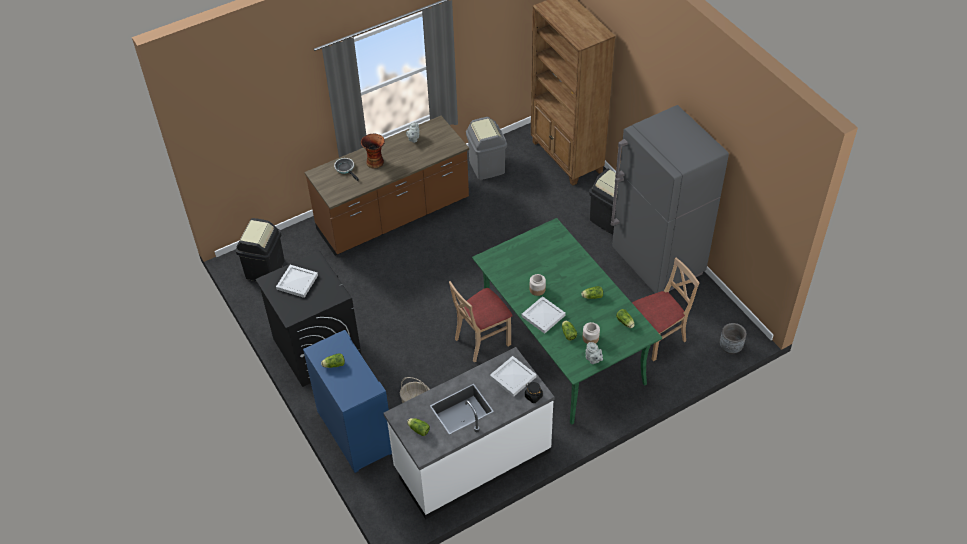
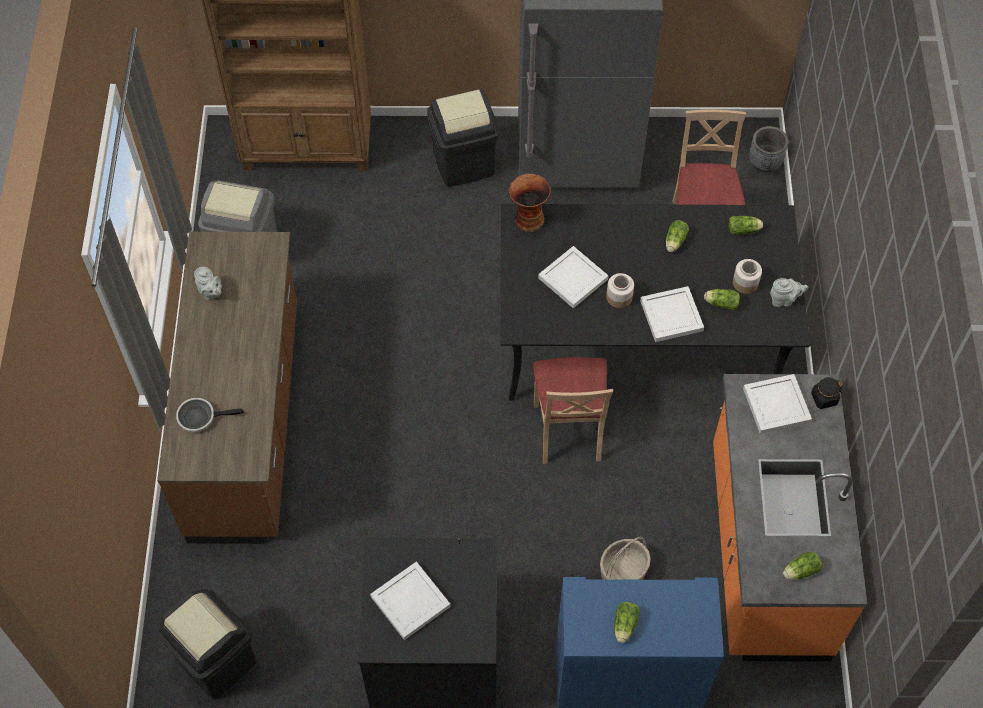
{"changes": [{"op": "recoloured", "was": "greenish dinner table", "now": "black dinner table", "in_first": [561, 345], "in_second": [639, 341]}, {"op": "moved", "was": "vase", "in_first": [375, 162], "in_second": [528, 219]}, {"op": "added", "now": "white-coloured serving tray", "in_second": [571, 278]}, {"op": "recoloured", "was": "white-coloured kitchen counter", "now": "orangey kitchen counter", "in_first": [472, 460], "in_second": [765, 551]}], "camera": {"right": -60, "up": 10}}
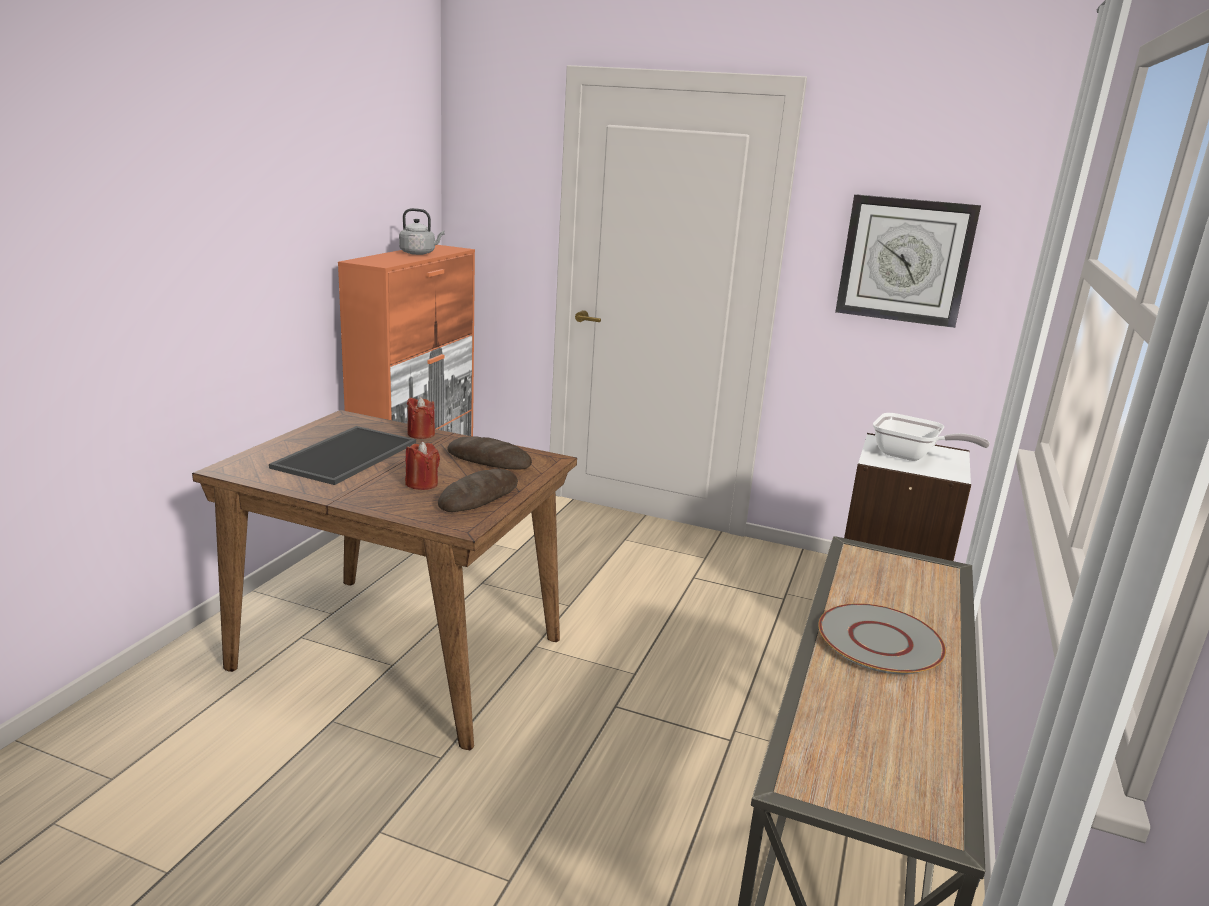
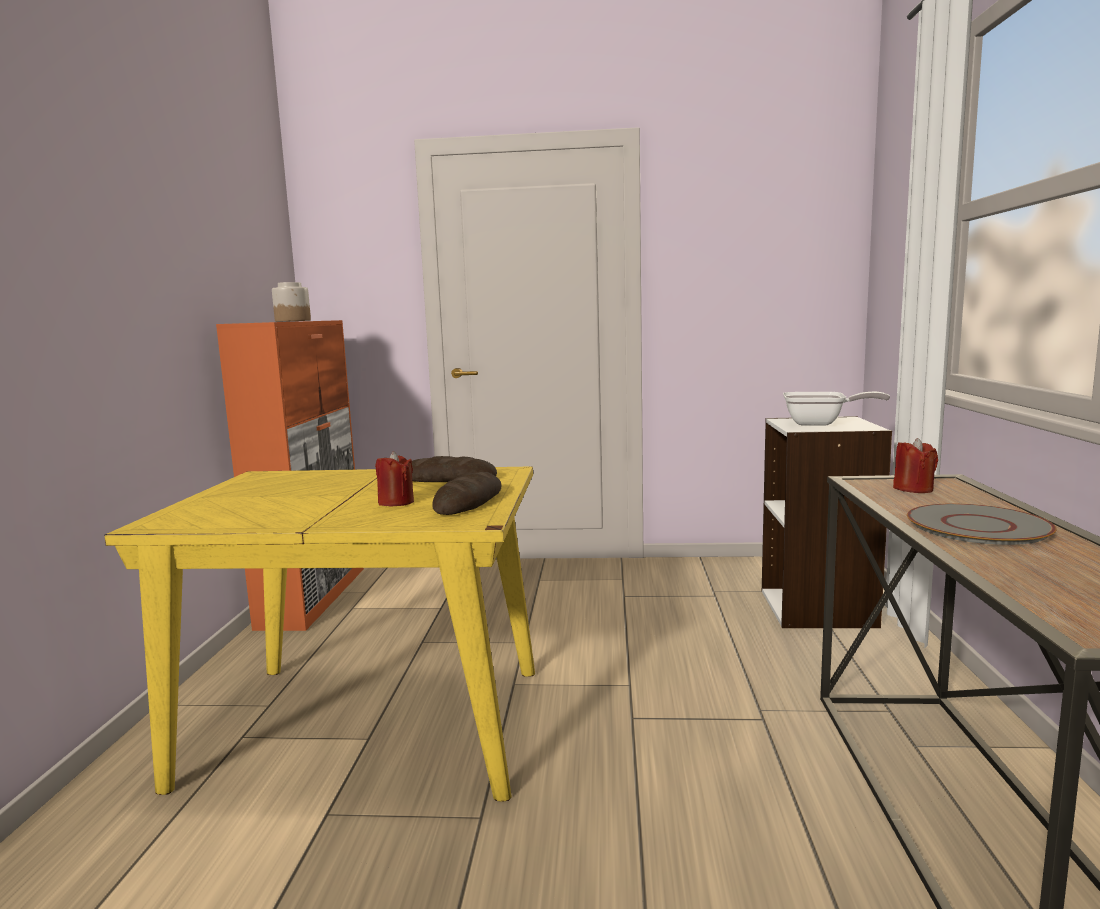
{"changes": [{"op": "recoloured", "was": "brownish dinner table", "now": "yellow-coloured dinner table", "in_first": [402, 653], "in_second": [373, 725]}, {"op": "replaced", "was": "greyish tea kettle", "now": "storage jar", "in_first": [419, 253], "in_second": [293, 321]}, {"op": "moved", "was": "red-coloured wax light", "in_first": [421, 434], "in_second": [913, 489]}, {"op": "removed", "was": "serving tray", "in_first": [345, 454]}, {"op": "removed", "was": "hanging clock", "in_first": [905, 260]}], "camera": {"right": -15, "up": -10}}
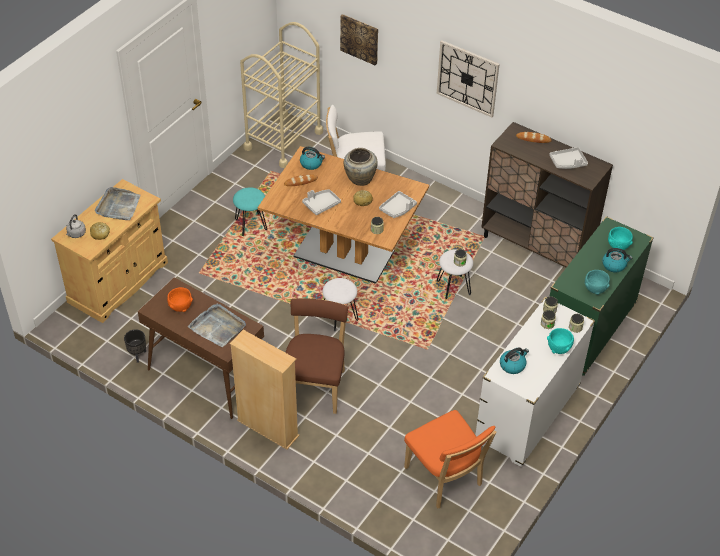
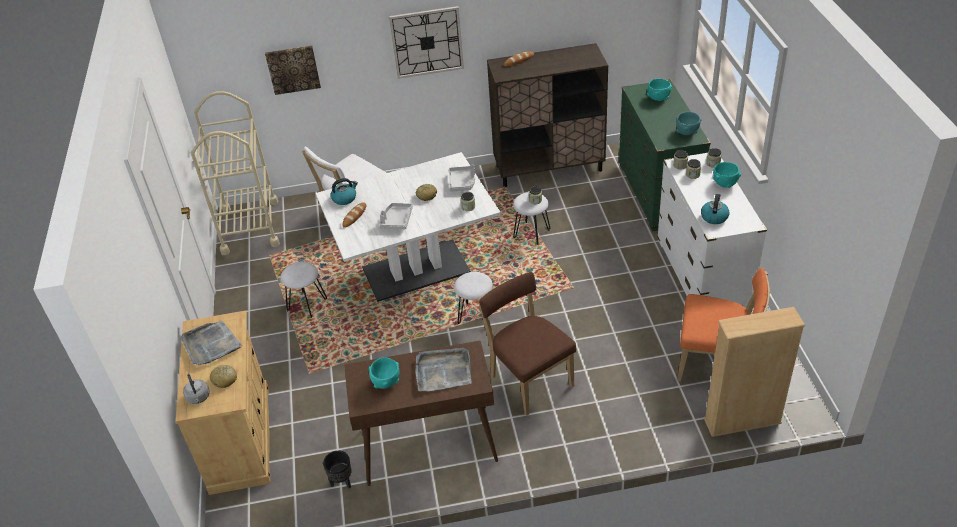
{"changes": [{"op": "recoloured", "was": "turquoise stool seat", "now": "white-coloured stool seat", "in_first": [251, 225], "in_second": [307, 305]}, {"op": "recoloured", "was": "brownish dinner table", "now": "white-coloured dinner table", "in_first": [344, 254], "in_second": [416, 271]}, {"op": "recoloured", "was": "orangey serving bowl", "now": "turquoise serving bowl", "in_first": [180, 307], "in_second": [386, 382]}, {"op": "moved", "was": "beige-coloured bookshelf", "in_first": [268, 428], "in_second": [742, 421]}, {"op": "removed", "was": "beige-coloured vase", "in_first": [359, 179]}, {"op": "removed", "was": "greyish serving tray", "in_first": [568, 162]}, {"op": "removed", "was": "tea kettle", "in_first": [614, 265]}], "camera": {"right": -40, "up": -5}}
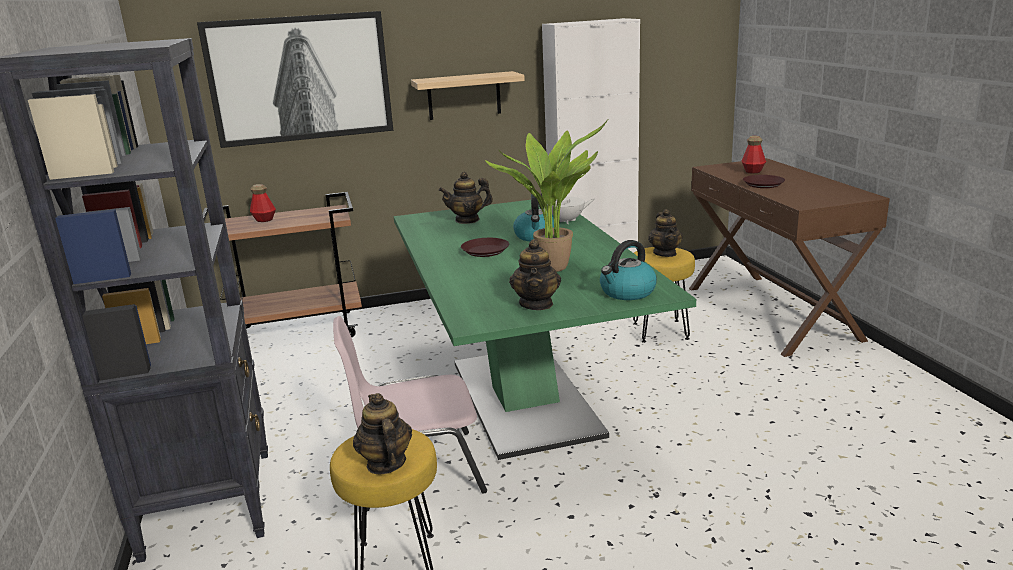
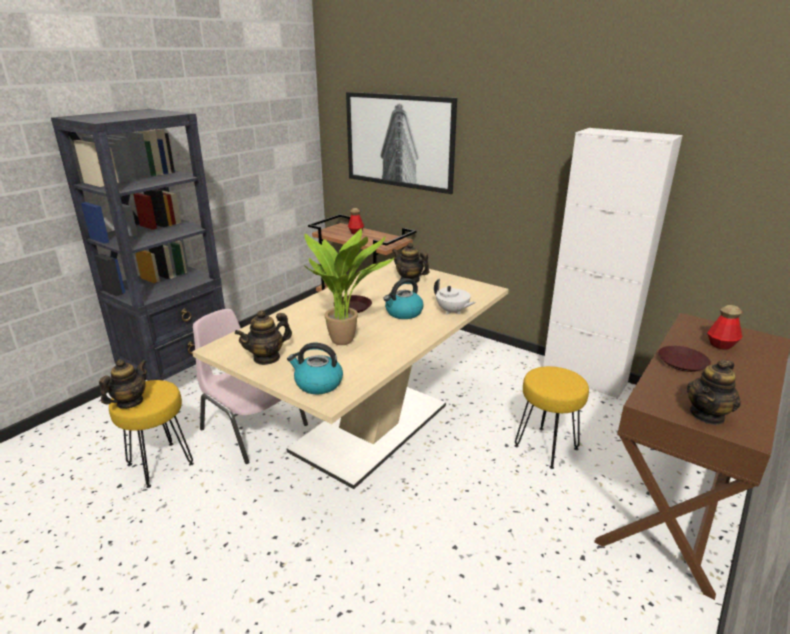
{"changes": [{"op": "recoloured", "was": "greenish dinner table", "now": "beige-coloured dinner table", "in_first": [524, 398], "in_second": [371, 427]}, {"op": "moved", "was": "tea pot", "in_first": [665, 253], "in_second": [707, 415]}, {"op": "removed", "was": "bracket shelf", "in_first": [464, 96]}], "camera": {"right": 50, "up": 5}}
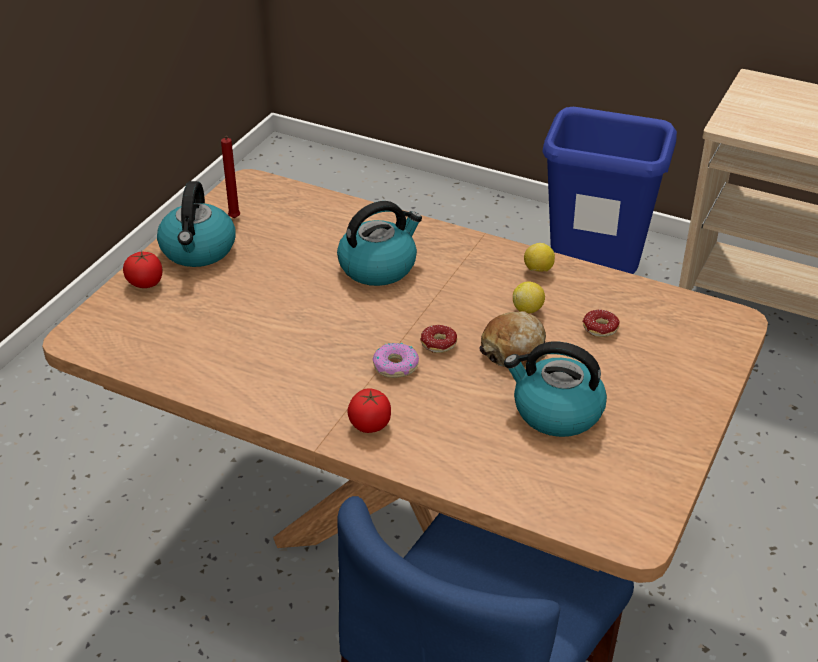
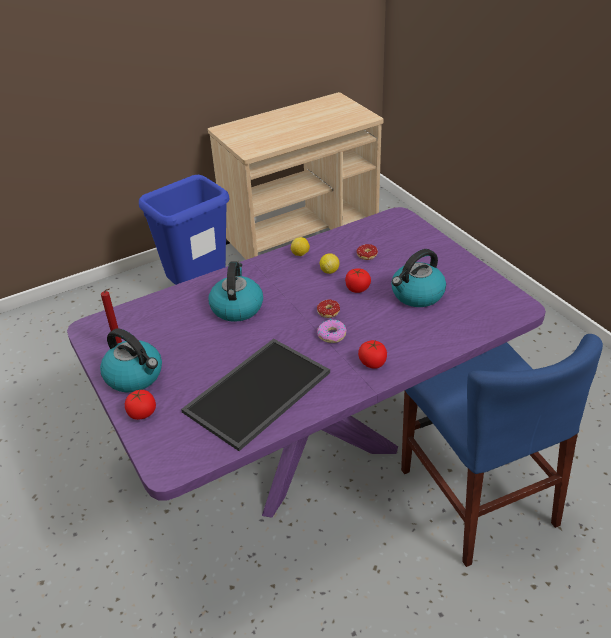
{"changes": [{"op": "recoloured", "was": "brownish dinner table", "now": "purple-coloured dinner table", "in_first": [409, 534], "in_second": [311, 451]}, {"op": "added", "now": "serving tray", "in_second": [258, 394]}, {"op": "replaced", "was": "bread", "now": "fresh tomato", "in_first": [514, 350], "in_second": [357, 289]}], "camera": {"right": -55, "up": 0}}
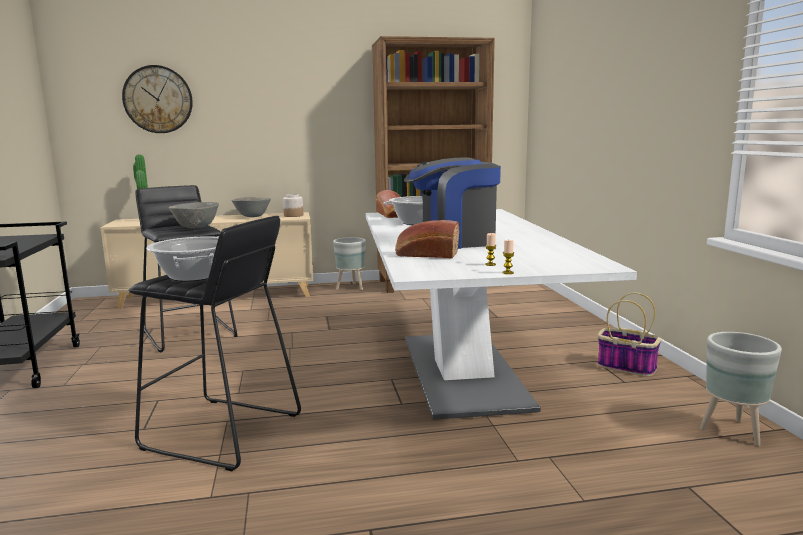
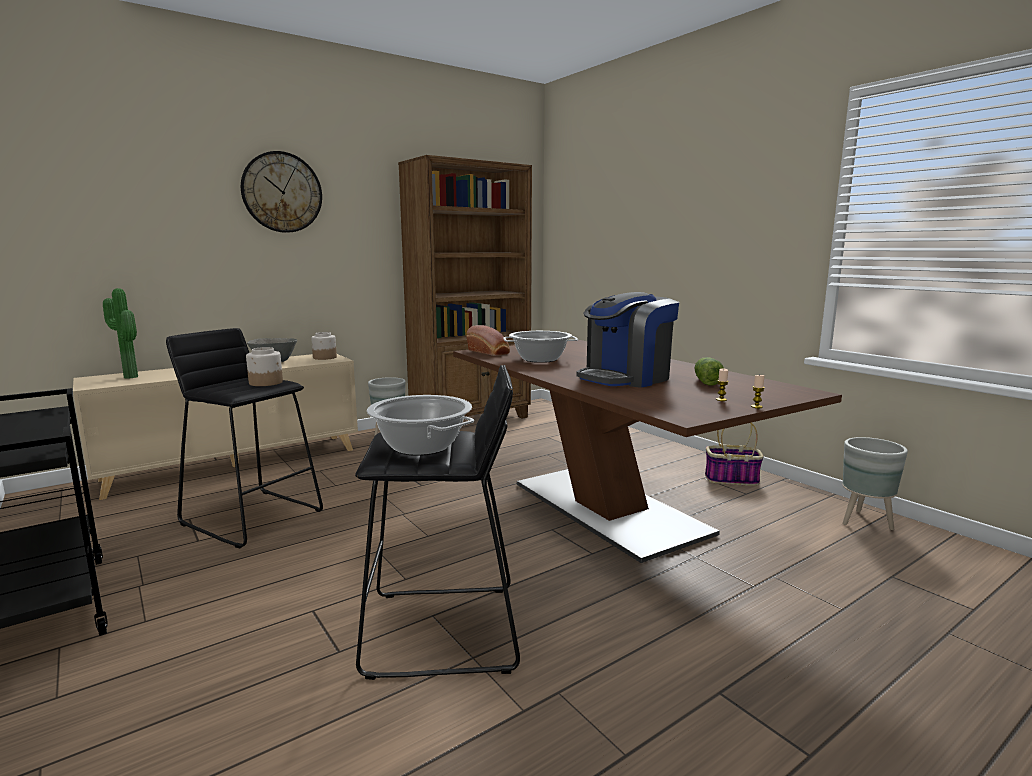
{"changes": [{"op": "moved", "was": "hanging clock", "in_first": [158, 99], "in_second": [282, 192]}, {"op": "replaced", "was": "greyish serving bowl", "now": "storage jar", "in_first": [196, 228], "in_second": [266, 382]}, {"op": "recoloured", "was": "white-coloured dinner table", "now": "brownish dinner table", "in_first": [462, 372], "in_second": [608, 509]}, {"op": "added", "now": "lettuce head", "in_second": [706, 381]}, {"op": "removed", "was": "bread", "in_first": [425, 254]}], "camera": {"right": -25, "up": 0}}
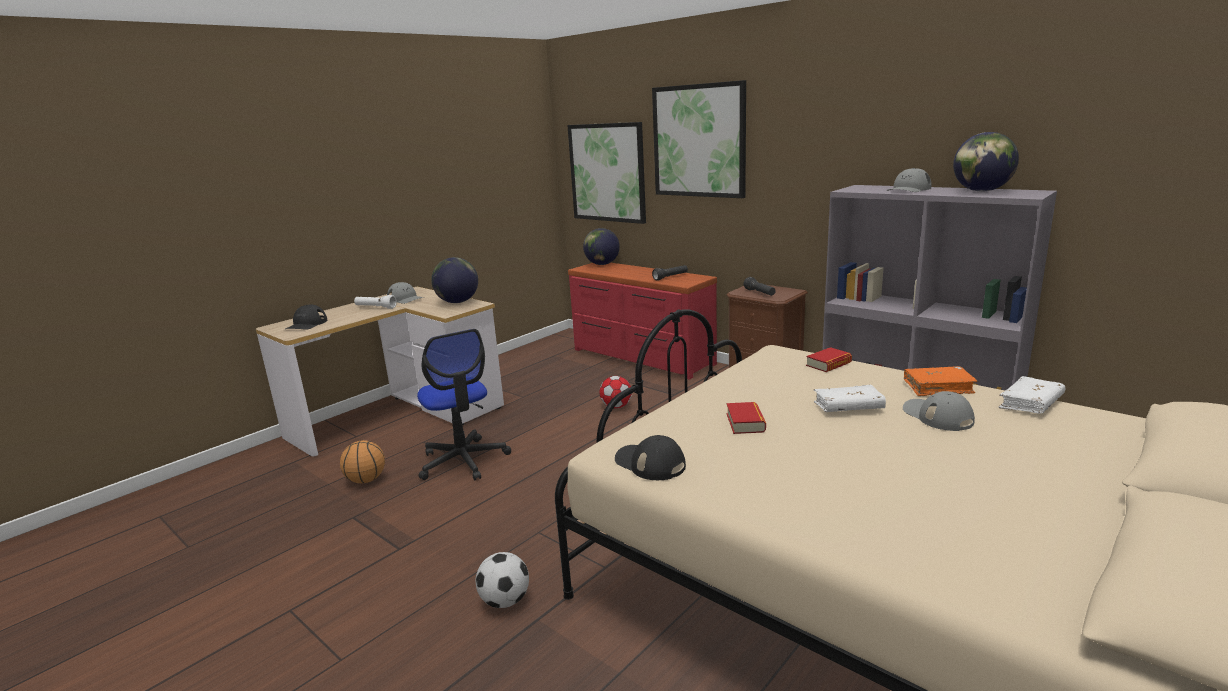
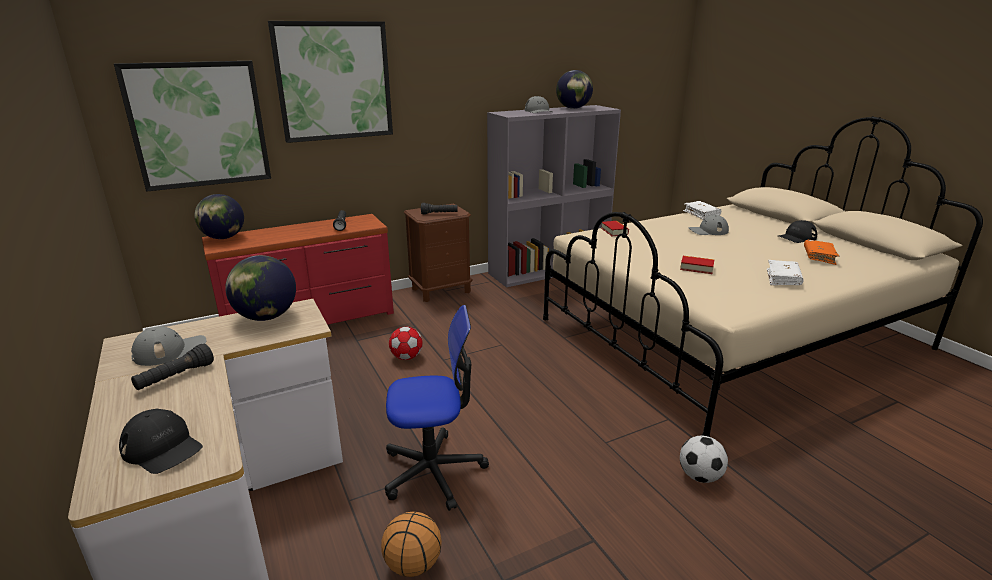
{"changes": [{"op": "recoloured", "was": "white-coloured hand torch", "now": "black hand torch", "in_first": [375, 308], "in_second": [175, 377]}, {"op": "moved", "was": "white-coloured book", "in_first": [848, 407], "in_second": [783, 279]}, {"op": "moved", "was": "black cap", "in_first": [650, 463], "in_second": [796, 237]}, {"op": "moved", "was": "orangey book", "in_first": [938, 388], "in_second": [819, 257]}], "camera": {"right": -70, "up": 5}}
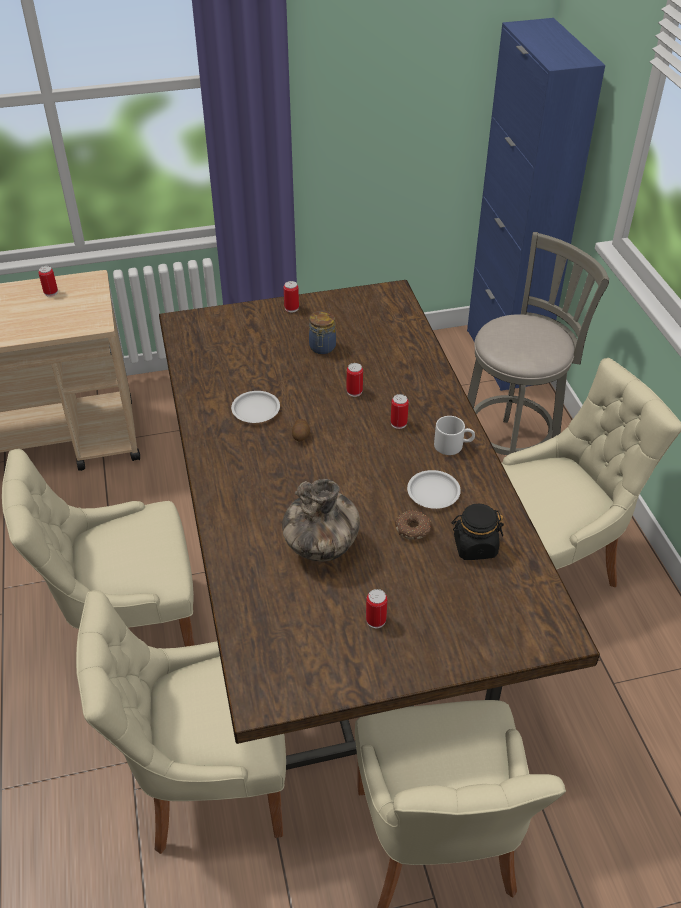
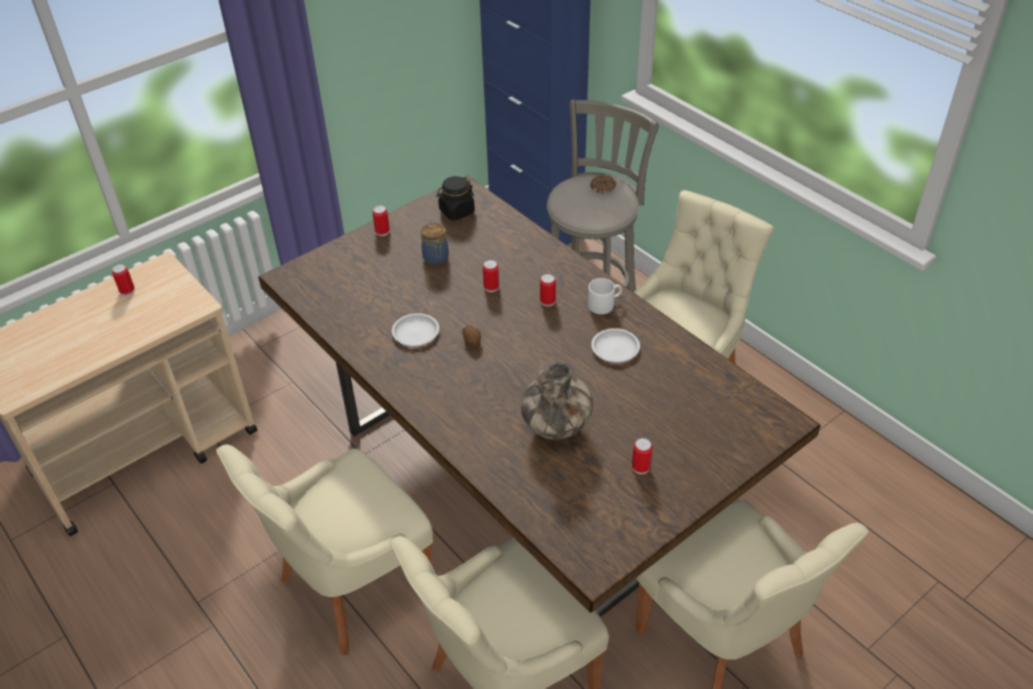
{"changes": [{"op": "moved", "was": "black storage jar", "in_first": [474, 546], "in_second": [456, 211]}, {"op": "moved", "was": "doughnut", "in_first": [413, 529], "in_second": [603, 187]}], "camera": {"right": -25, "up": 0}}
